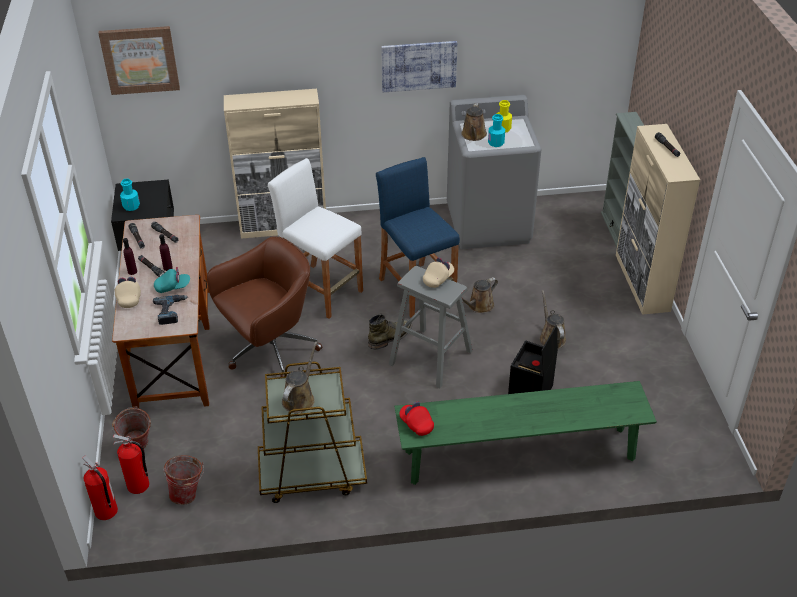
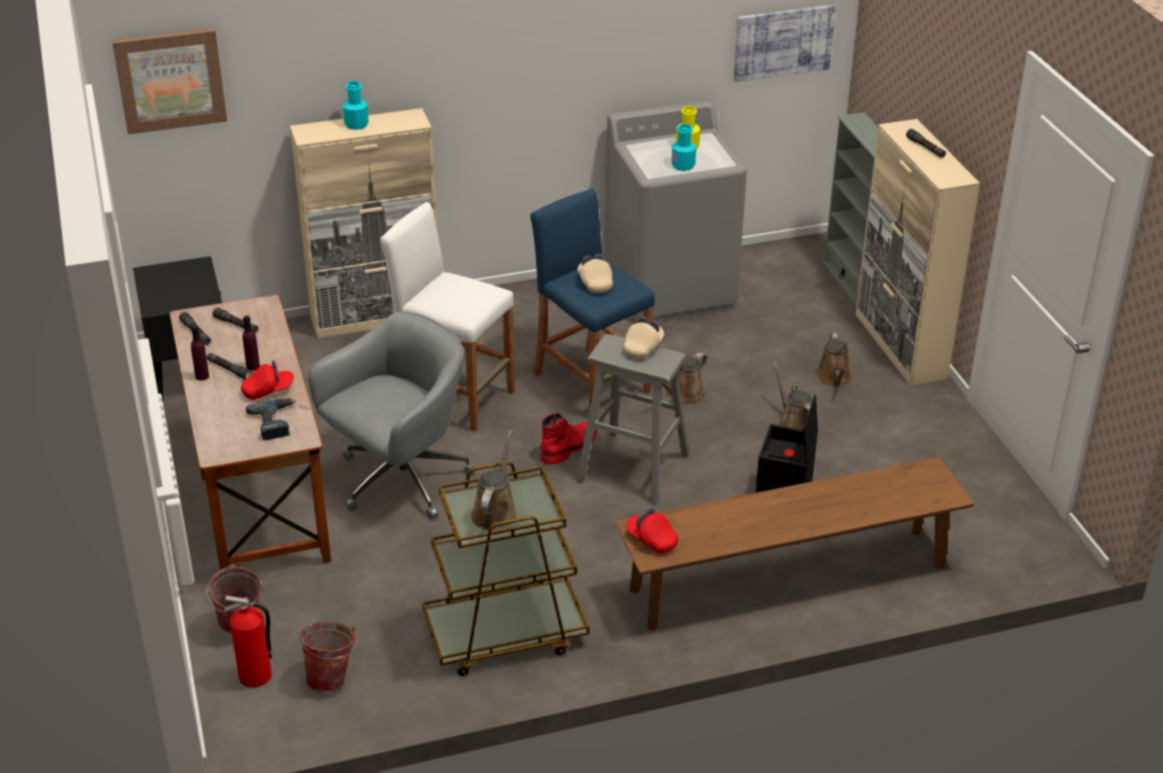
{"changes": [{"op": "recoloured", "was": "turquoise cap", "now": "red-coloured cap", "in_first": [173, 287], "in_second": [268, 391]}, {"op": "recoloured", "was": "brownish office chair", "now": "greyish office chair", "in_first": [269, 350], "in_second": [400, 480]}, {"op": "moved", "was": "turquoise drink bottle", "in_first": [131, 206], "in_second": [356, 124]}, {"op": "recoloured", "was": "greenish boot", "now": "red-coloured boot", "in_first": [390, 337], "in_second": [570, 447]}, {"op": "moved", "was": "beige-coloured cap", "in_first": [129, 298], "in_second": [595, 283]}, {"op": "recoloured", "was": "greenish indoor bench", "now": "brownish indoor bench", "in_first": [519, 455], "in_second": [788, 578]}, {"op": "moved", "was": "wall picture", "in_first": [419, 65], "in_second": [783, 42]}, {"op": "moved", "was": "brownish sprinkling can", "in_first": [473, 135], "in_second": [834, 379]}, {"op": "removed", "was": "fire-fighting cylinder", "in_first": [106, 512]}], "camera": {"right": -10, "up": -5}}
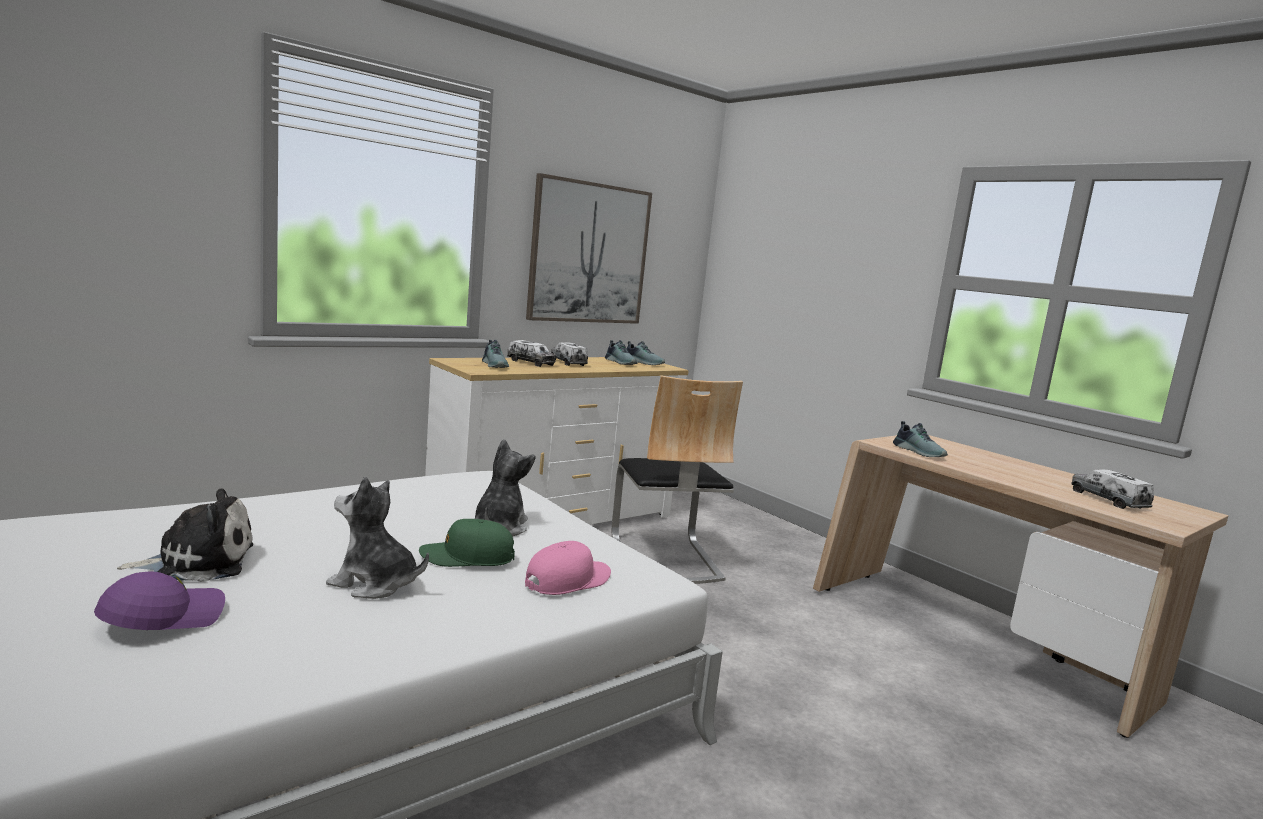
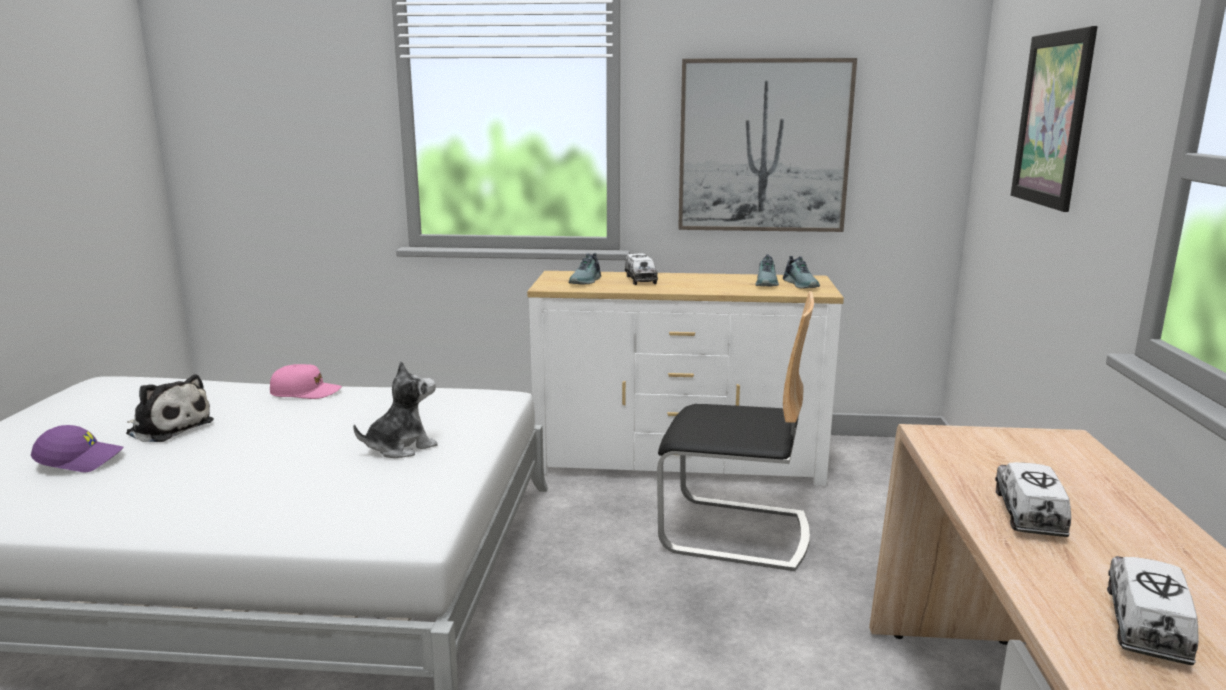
{"changes": [{"op": "moved", "was": "pinkish cap", "in_first": [568, 580], "in_second": [306, 392]}, {"op": "turned", "was": "chair", "in_first": [664, 558], "in_second": [735, 532], "clockwise": -105}, {"op": "moved", "was": "toy truck", "in_first": [568, 362], "in_second": [1028, 513]}, {"op": "added", "now": "wall picture", "in_second": [1052, 119]}, {"op": "removed", "was": "cuddly toy", "in_first": [374, 584]}, {"op": "removed", "was": "greenish cap", "in_first": [467, 557]}, {"op": "removed", "was": "shoe", "in_first": [920, 452]}], "camera": {"right": 45, "up": 5}}
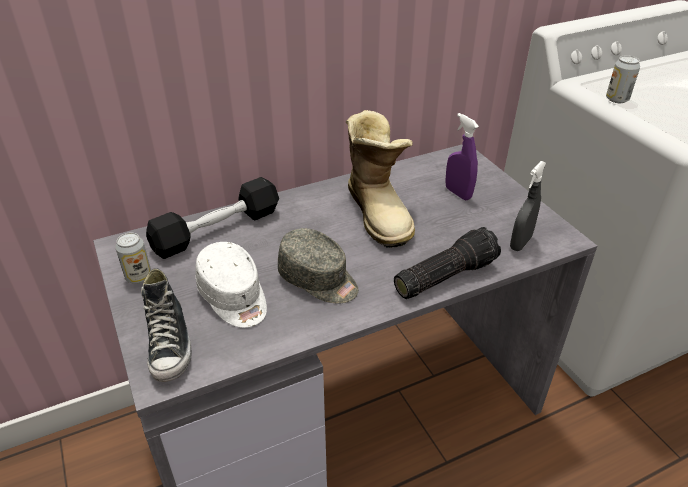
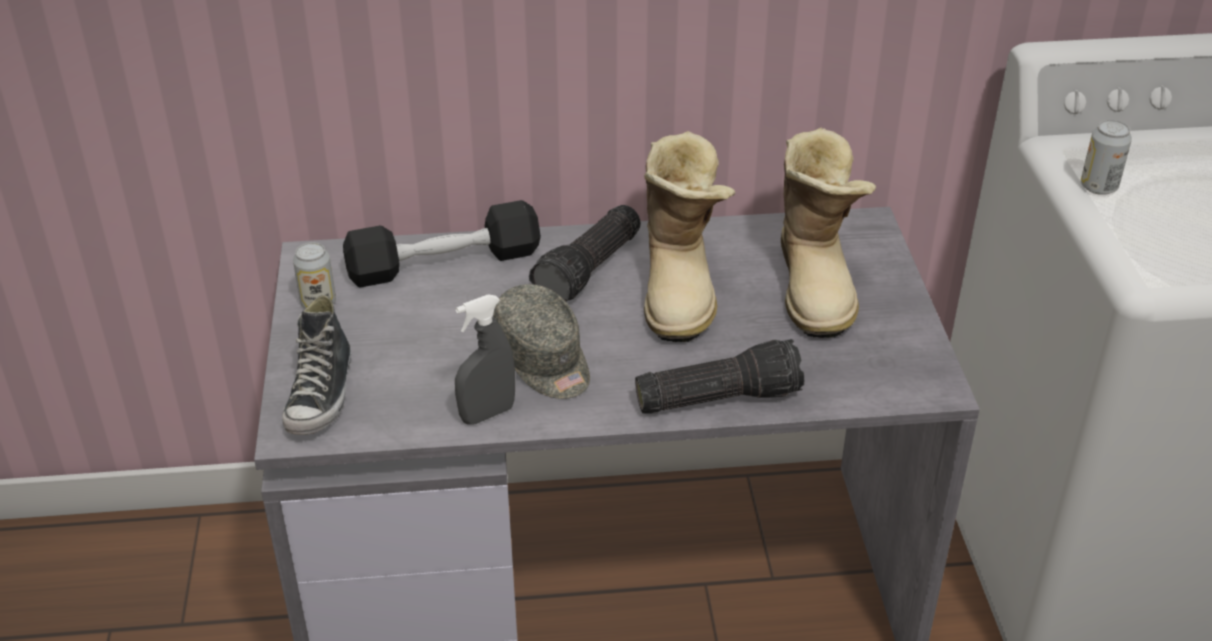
{"changes": [{"op": "moved", "was": "greyish hand sprayer", "in_first": [520, 243], "in_second": [487, 414]}, {"op": "added", "now": "hand torch", "in_second": [590, 270]}, {"op": "replaced", "was": "purple-coloured hand sprayer", "now": "boot", "in_first": [458, 193], "in_second": [818, 284]}, {"op": "removed", "was": "white-coloured cap", "in_first": [234, 298]}], "camera": {"right": 20, "up": 0}}
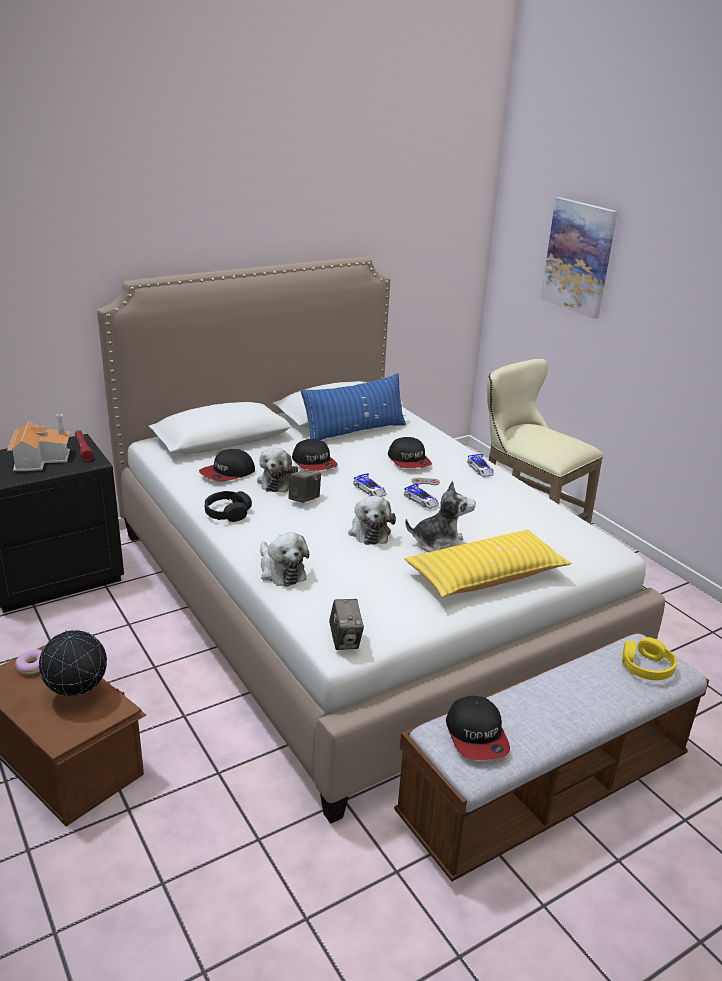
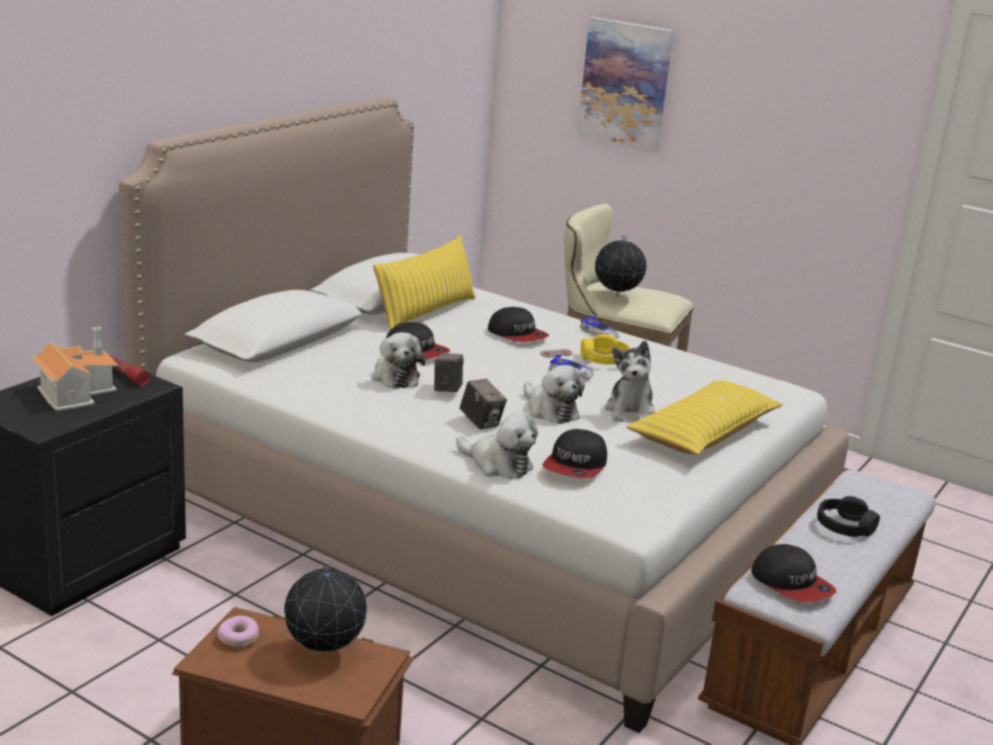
{"changes": [{"op": "recoloured", "was": "blue pillow", "now": "yellow-coloured pillow", "in_first": [354, 431], "in_second": [425, 312]}, {"op": "moved", "was": "photo camera", "in_first": [345, 640], "in_second": [481, 422]}, {"op": "moved", "was": "cap", "in_first": [227, 473], "in_second": [576, 465]}, {"op": "moved", "was": "yellow-coloured pair of headphones", "in_first": [646, 667], "in_second": [604, 359]}, {"op": "added", "now": "world globe", "in_second": [616, 297]}, {"op": "turned", "was": "cuddly toy", "in_first": [439, 544], "in_second": [630, 411], "clockwise": 120}, {"op": "moved", "was": "black pair of headphones", "in_first": [227, 513], "in_second": [845, 526]}, {"op": "removed", "was": "toy car", "in_first": [370, 490]}], "camera": {"right": -25, "up": -5}}
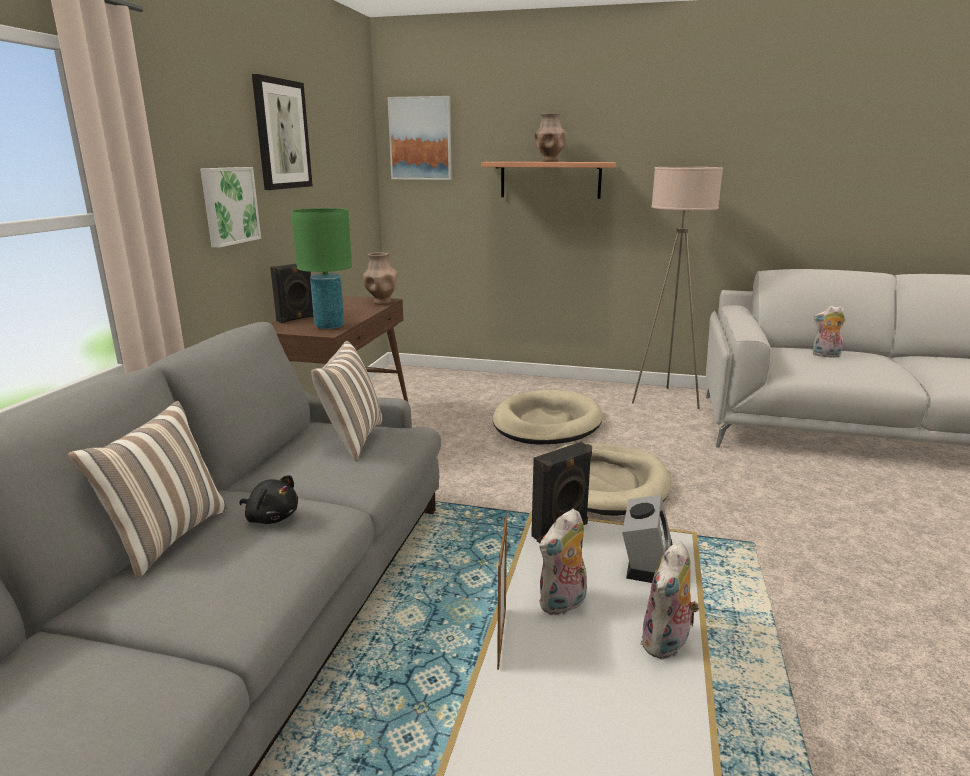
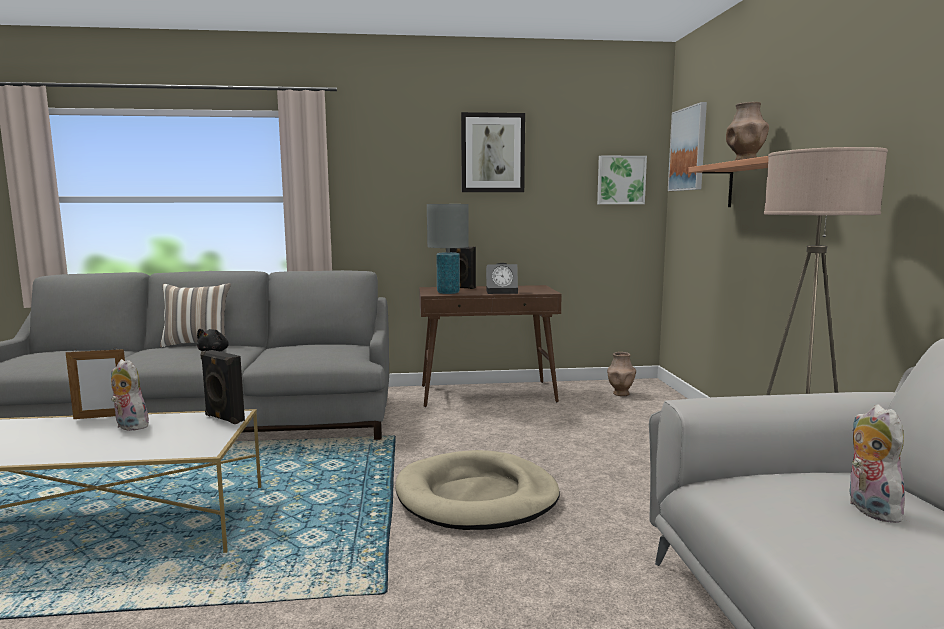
{"changes": [{"op": "recoloured", "was": "greenish tabletop lamp", "now": "greyish tabletop lamp", "in_first": [330, 326], "in_second": [448, 293]}, {"op": "moved", "was": "table clock", "in_first": [646, 561], "in_second": [502, 292]}, {"op": "moved", "was": "wall picture", "in_first": [228, 205], "in_second": [620, 180]}, {"op": "moved", "was": "brownish vase", "in_first": [382, 302], "in_second": [620, 394]}, {"op": "removed", "was": "pillow", "in_first": [352, 439]}, {"op": "removed", "was": "beige-coloured pet bed", "in_first": [546, 423]}, {"op": "removed", "was": "cuddly toy", "in_first": [667, 644]}], "camera": {"right": 70, "up": -10}}
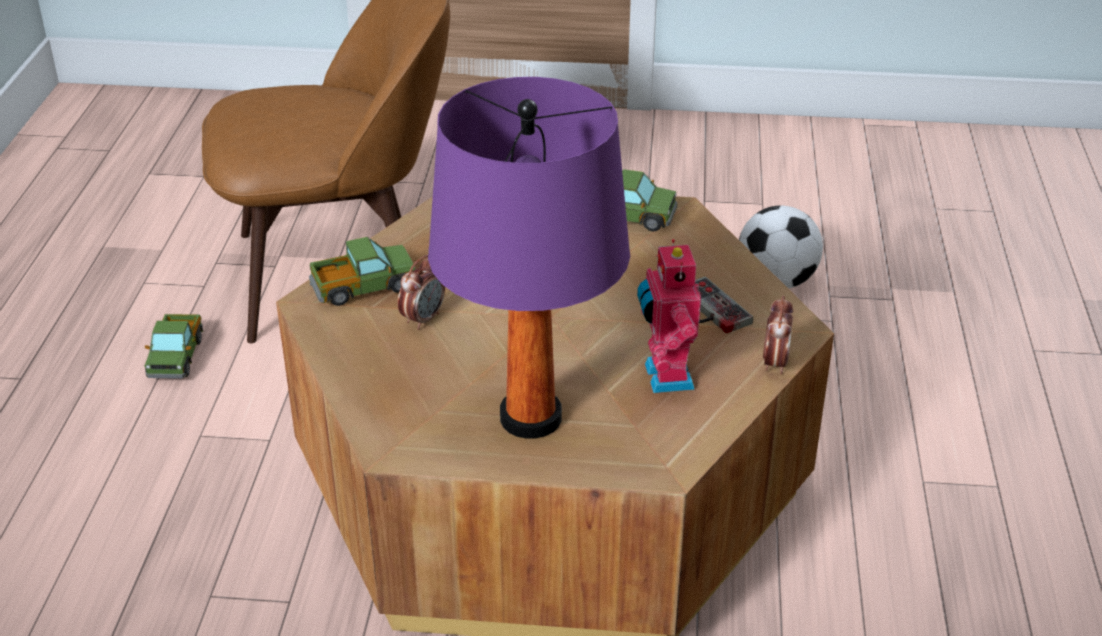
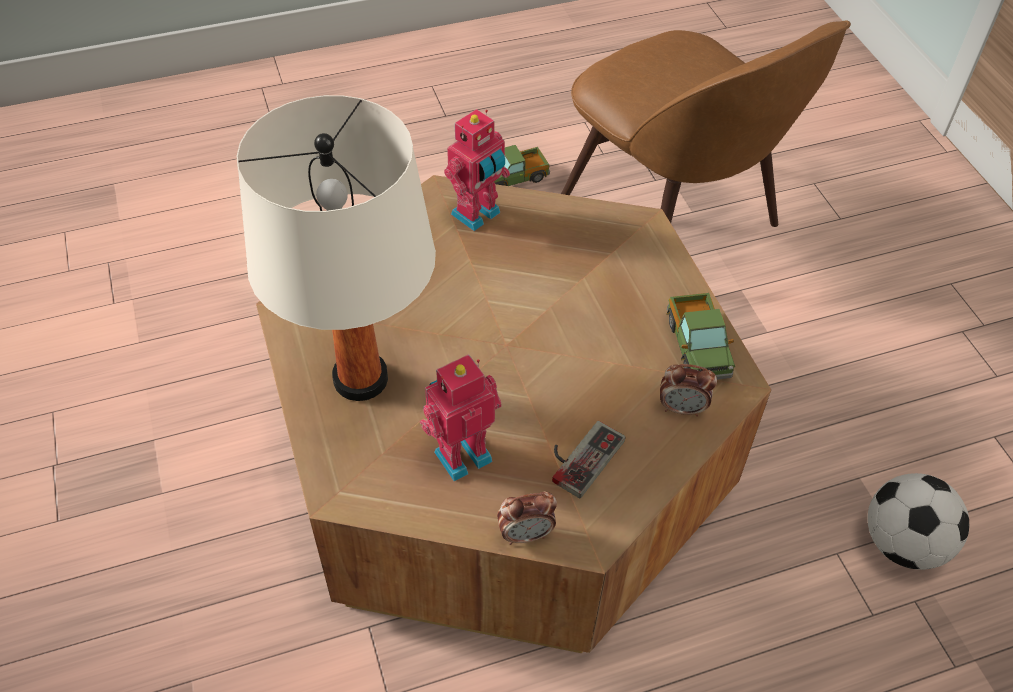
{"changes": [{"op": "recoloured", "was": "purple-coloured tabletop lamp", "now": "white-coloured tabletop lamp", "in_first": [531, 418], "in_second": [361, 379]}, {"op": "replaced", "was": "toy truck", "now": "robot figure", "in_first": [364, 288], "in_second": [478, 215]}, {"op": "moved", "was": "table clock", "in_first": [423, 319], "in_second": [682, 408]}], "camera": {"right": 65, "up": 15}}
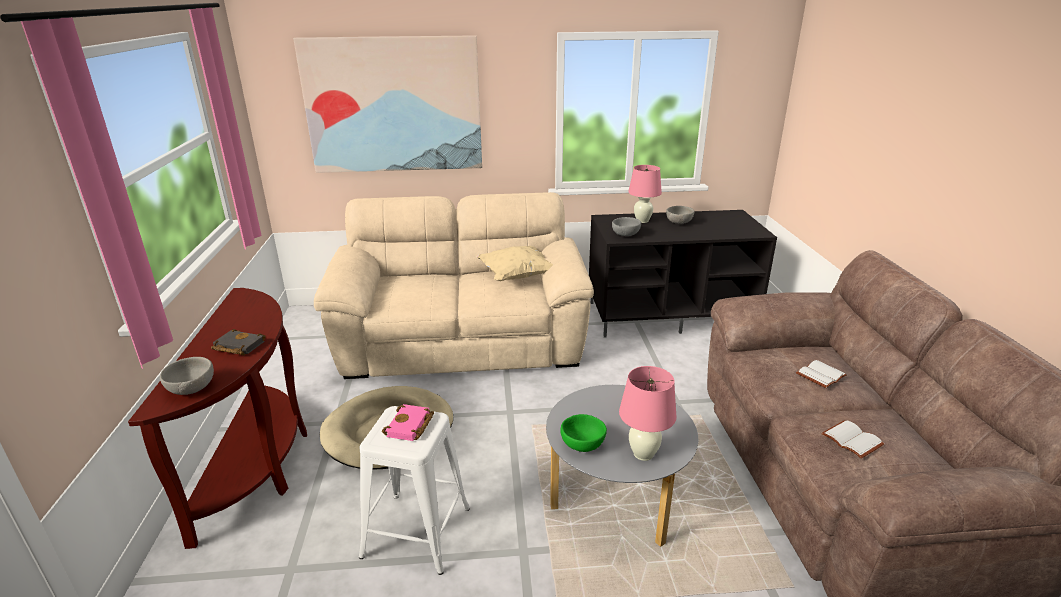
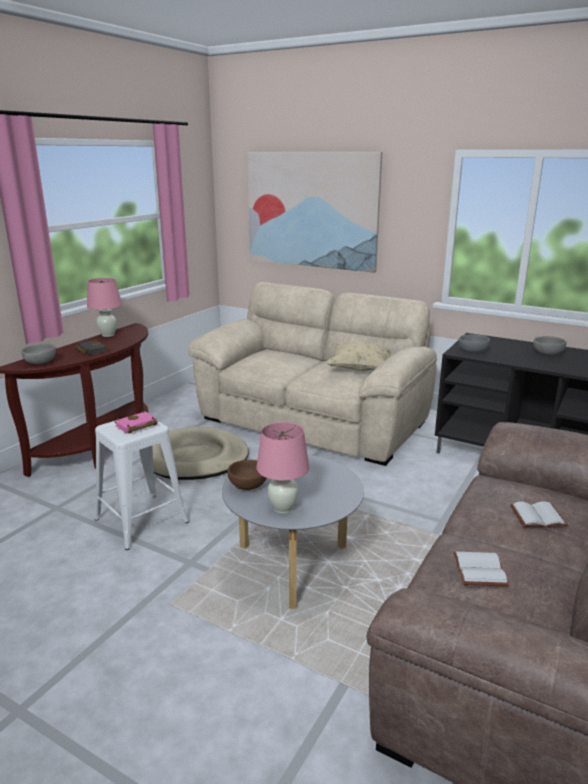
{"changes": [{"op": "moved", "was": "pinkish tabletop lamp", "in_first": [642, 221], "in_second": [108, 335]}, {"op": "recoloured", "was": "greenish serving bowl", "now": "brownish serving bowl", "in_first": [582, 445], "in_second": [247, 486]}], "camera": {"right": 35, "up": -5}}
